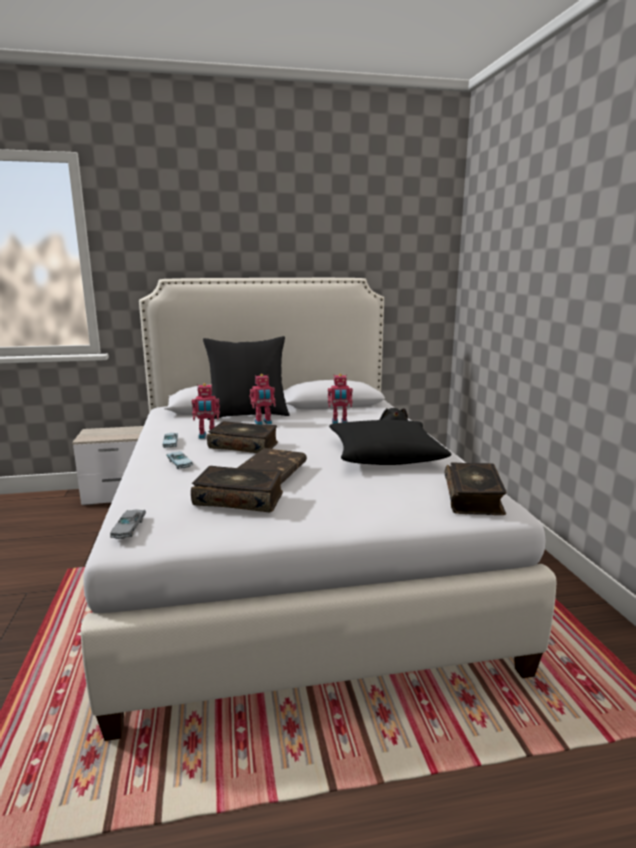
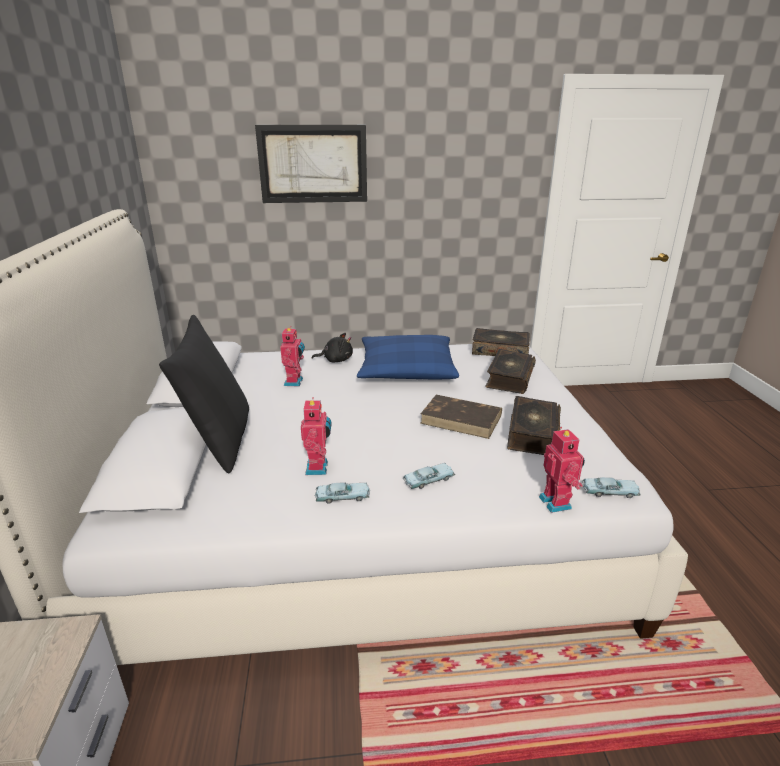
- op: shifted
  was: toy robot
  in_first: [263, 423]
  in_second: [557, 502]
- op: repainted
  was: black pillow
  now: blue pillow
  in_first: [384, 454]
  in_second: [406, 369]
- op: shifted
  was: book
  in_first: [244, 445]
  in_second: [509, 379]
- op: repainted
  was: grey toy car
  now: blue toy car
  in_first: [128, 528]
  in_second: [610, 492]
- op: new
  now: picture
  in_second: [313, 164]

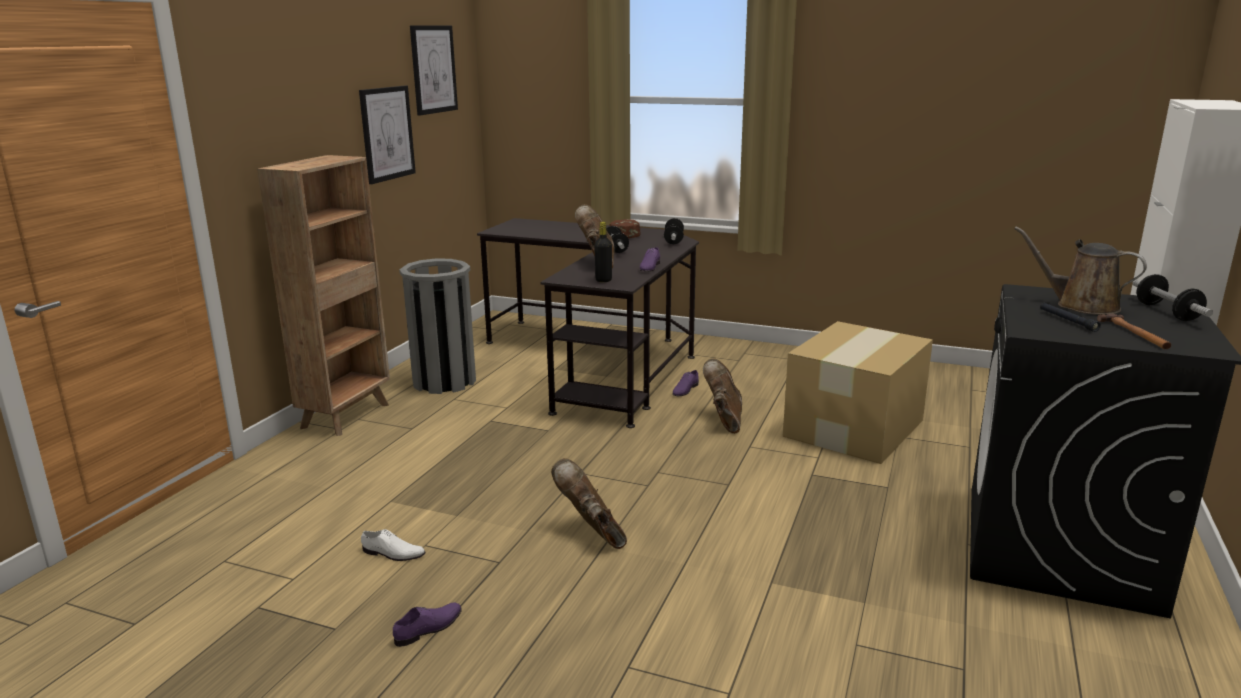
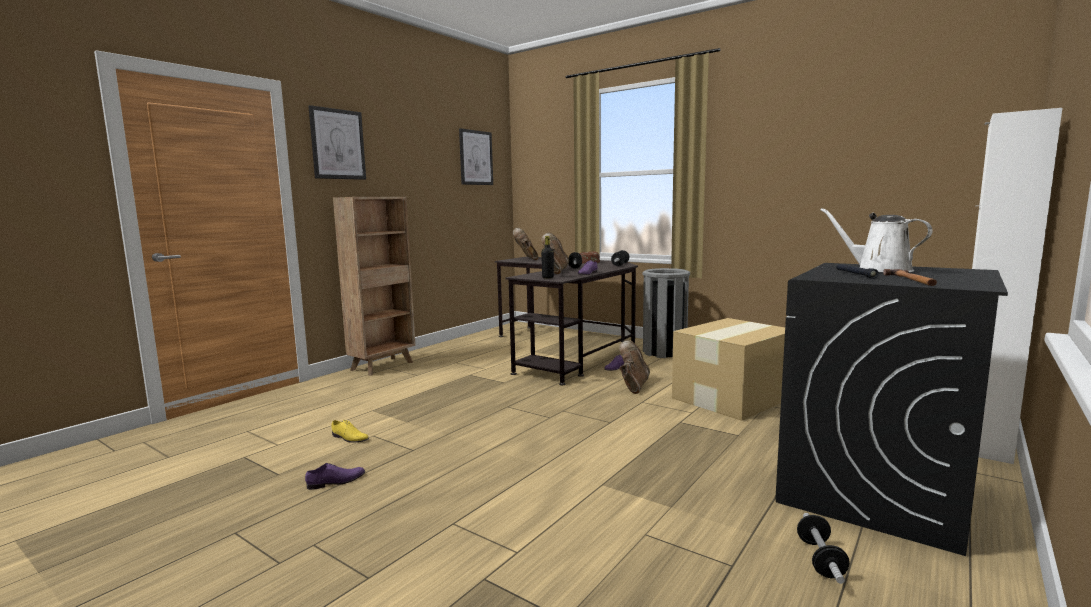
- op: shifted
  was: picture
  in_first: [387, 133]
  in_second: [337, 144]
- op: repainted
  was: brown watering can
  now: white watering can
  in_first: [1080, 306]
  in_second: [878, 270]
- op: shifted
  was: grey trash can
  in_first: [444, 381]
  in_second: [664, 352]
- op: shifted
  was: dumbbell
  in_first: [1167, 312]
  in_second: [820, 559]
- op: shifted
  was: brown boot
  in_first: [592, 532]
  in_second: [527, 258]
- op: repainted
  was: white shoe
  now: yellow shoe
  in_first: [393, 553]
  in_second: [349, 438]

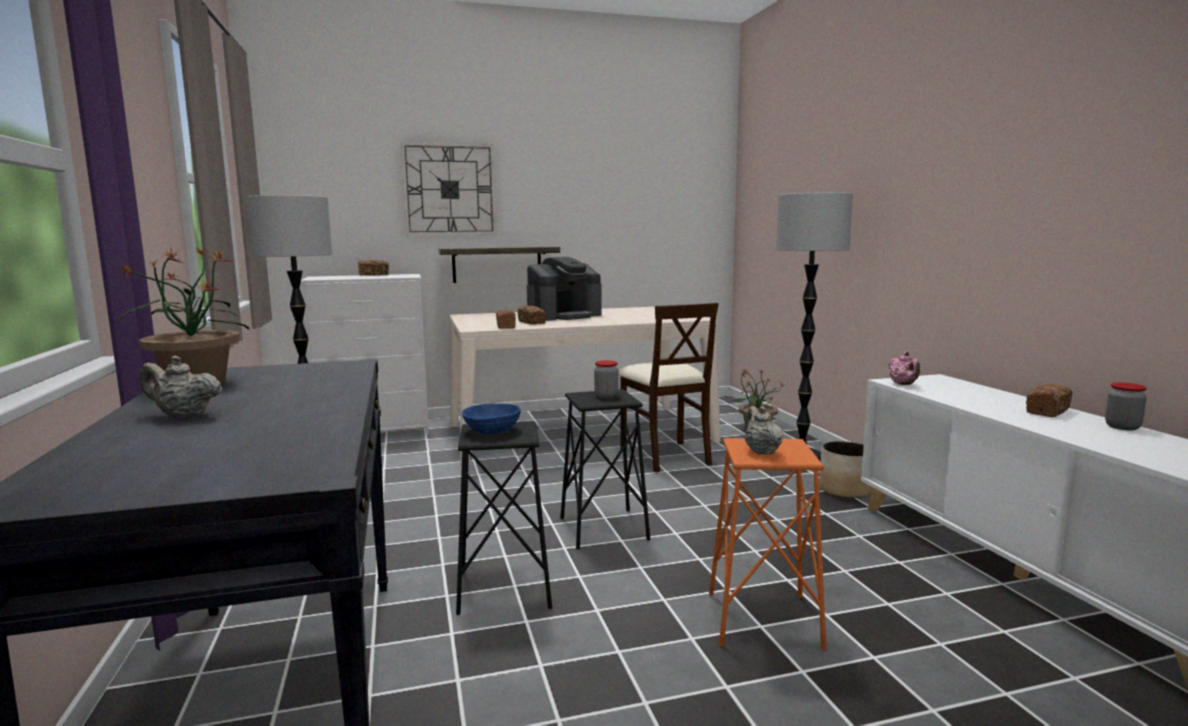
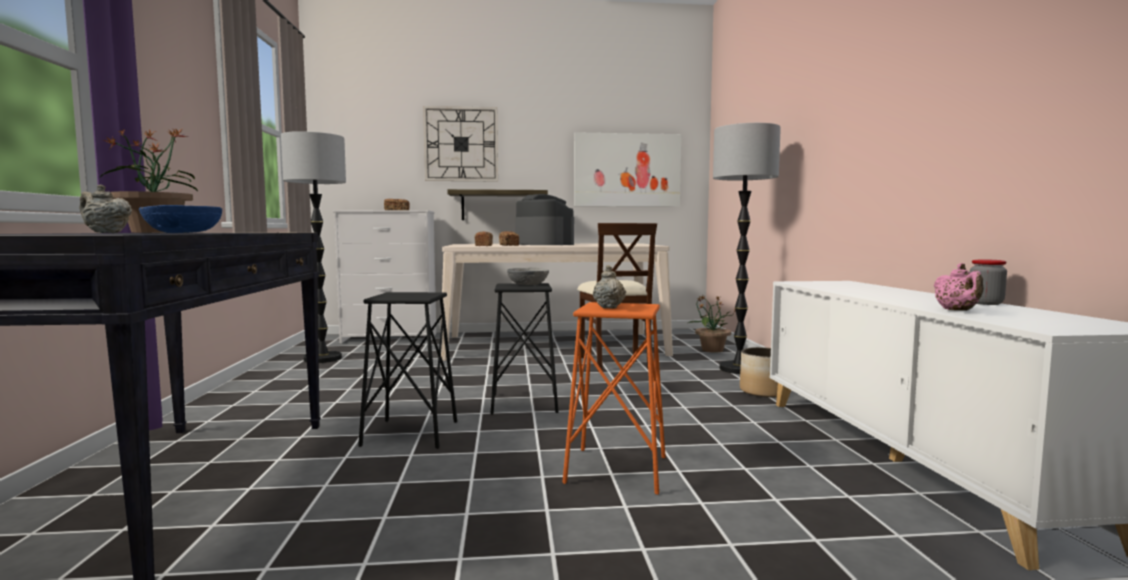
- op: rotated
  was: coffee machine
  in_first: [564, 316]
  in_second: [543, 244]
  clockwise: -105
- op: shifted
  was: pink teapot
  in_first: [903, 384]
  in_second: [957, 311]
- op: swapped
  was: jar
  now: grey bowl
  in_first: [606, 396]
  in_second: [527, 284]
- op: gone
  was: bread
  in_first: [1047, 411]
- op: shifted
  was: blue bowl
  in_first: [493, 431]
  in_second: [184, 233]
- op: new
  now: picture
  in_second: [627, 170]

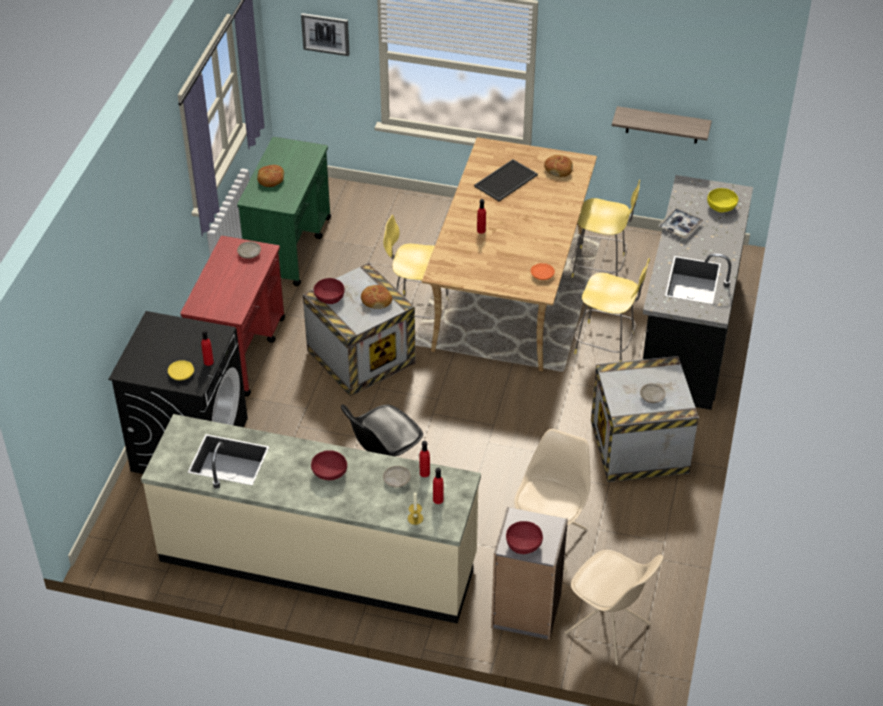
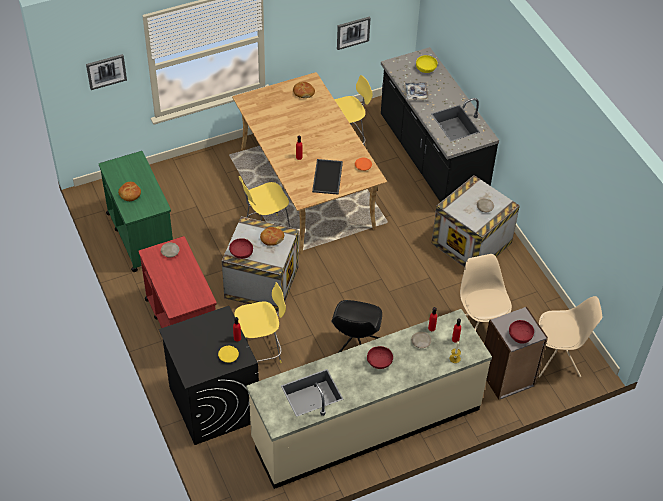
- op: swapped
  was: shelf
  now: picture
  in_first: [662, 125]
  in_second: [353, 32]
- op: shifted
  was: tray
  in_first: [506, 181]
  in_second: [328, 177]
- op: shifted
  was: yellow stool
  in_first: [606, 344]
  in_second: [259, 352]

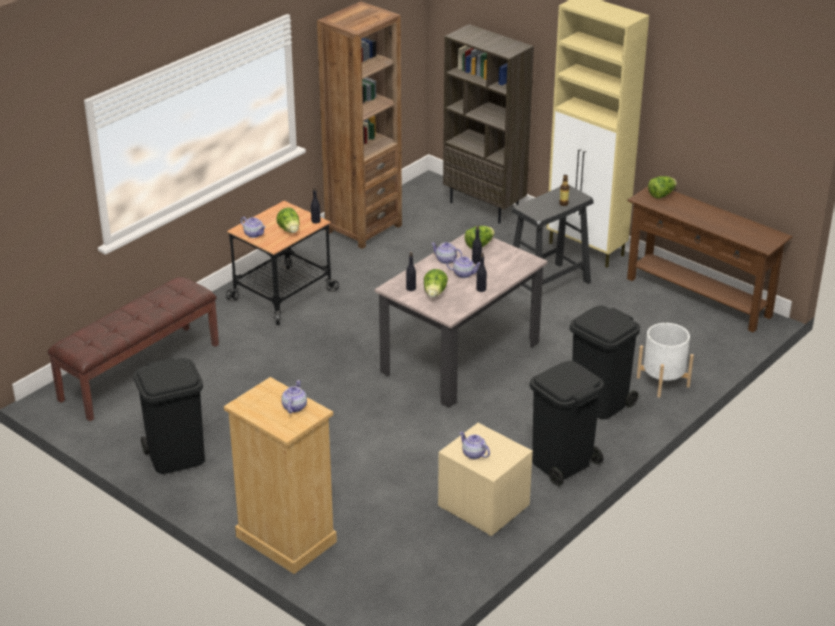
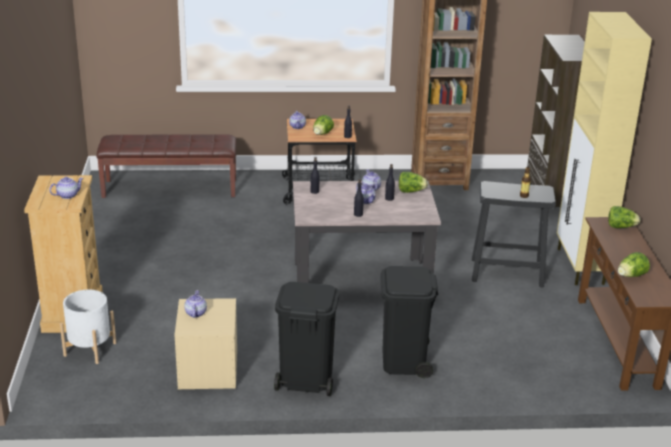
- op: shifted
  was: lettuce
  in_first: [434, 293]
  in_second: [631, 276]
- op: shifted
  was: white planter
  in_first: [663, 382]
  in_second: [90, 349]
- op: gone
  was: black trash can
  in_first: [177, 457]

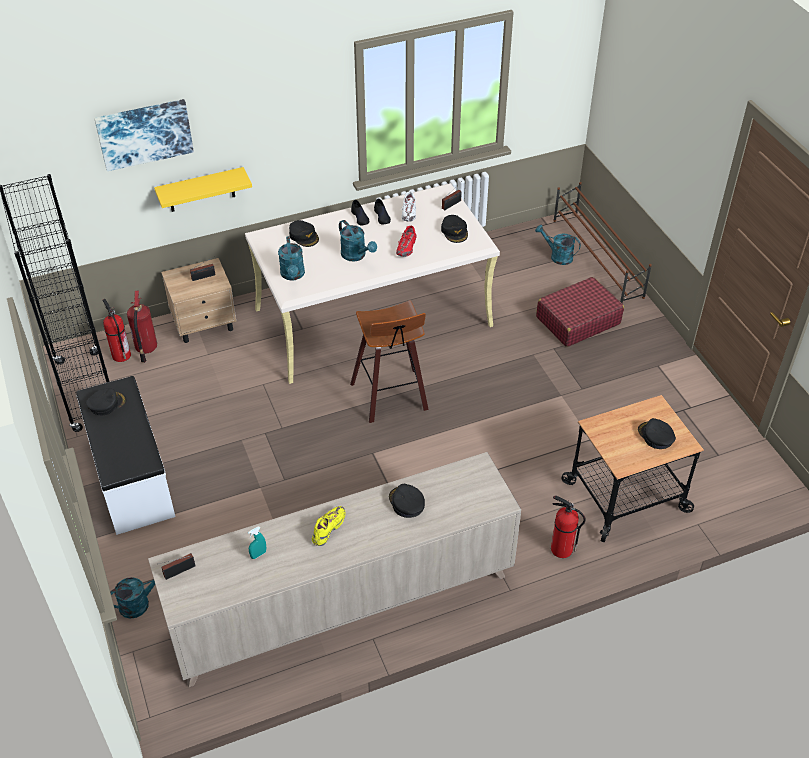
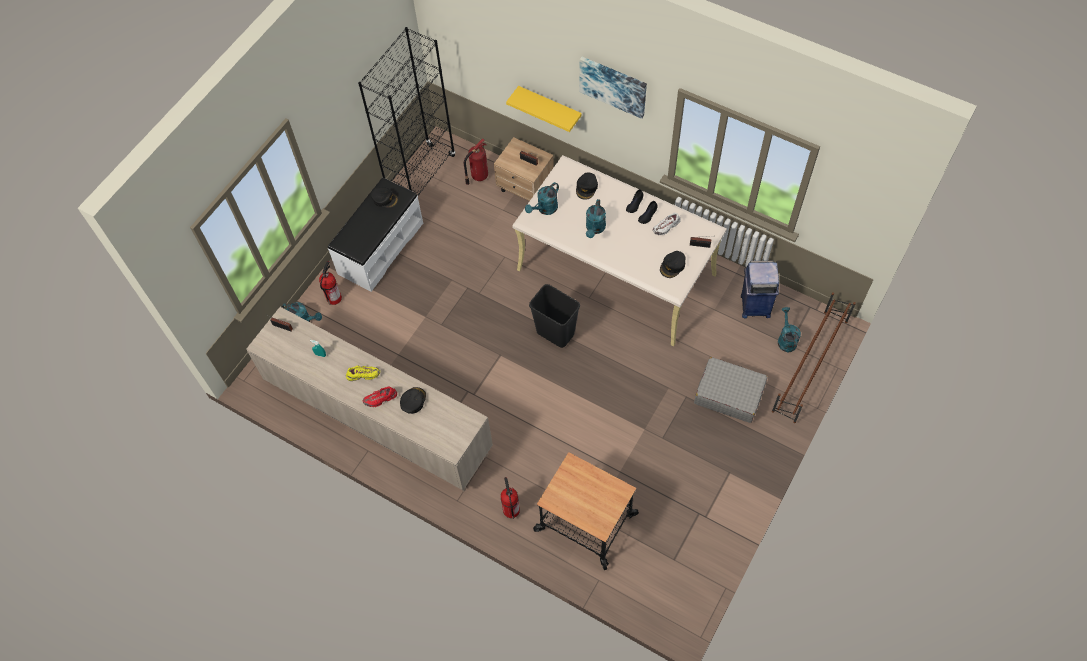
- op: shifted
  was: picture
  in_first: [144, 133]
  in_second: [613, 86]
- op: shifted
  was: red shoe
  in_first: [406, 247]
  in_second: [381, 399]
- op: repainted
  was: red suitcase
  now: grey suitcase
  in_first: [577, 320]
  in_second: [728, 394]
- op: shifted
  was: fire extinguisher
  in_first: [121, 355]
  in_second: [334, 297]
- op: swapped
  was: stool
  now: black trash can
  in_first: [392, 398]
  in_second: [554, 333]
- op: gone
  was: black cap
  in_first: [655, 436]
- op: new
  now: blue trash can
  in_second: [754, 306]

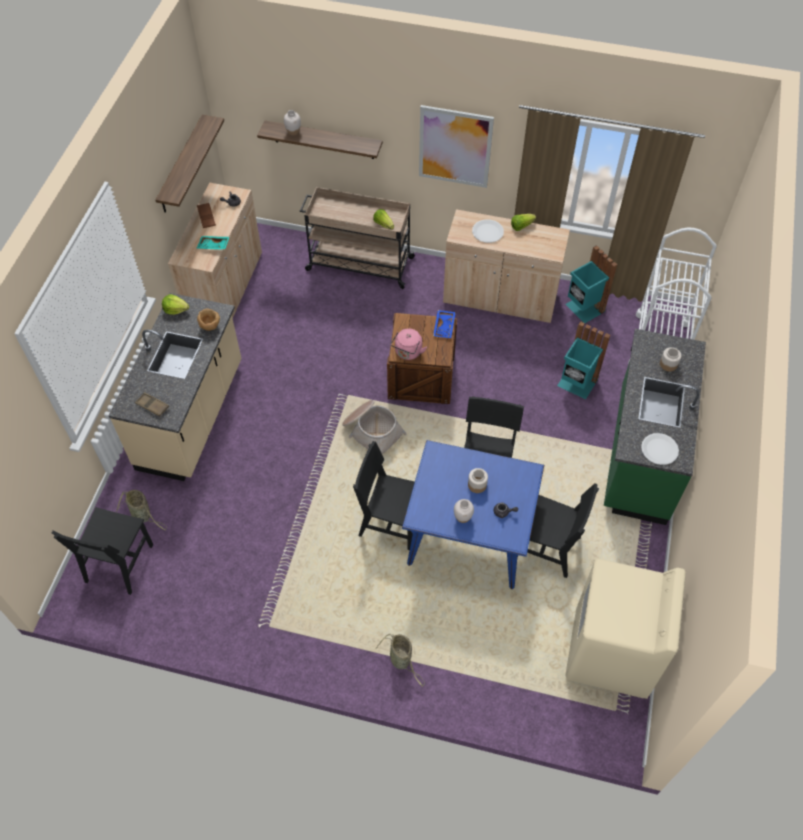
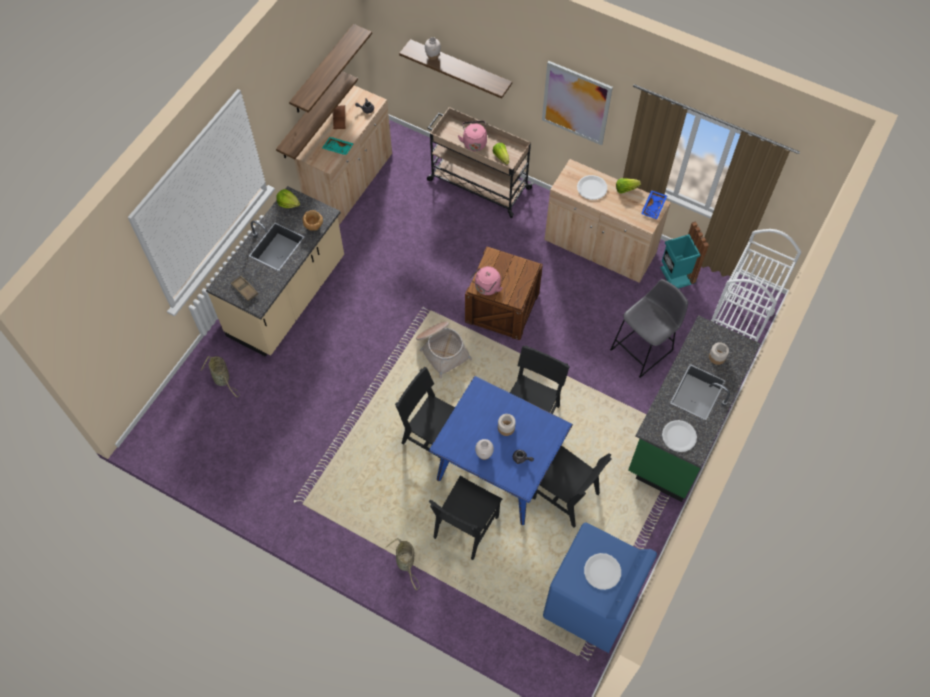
- op: shifted
  was: blue tray
  in_first: [444, 327]
  in_second: [654, 207]
- op: swapped
  was: turquoise trash can
  now: grey stool
  in_first: [576, 384]
  in_second: [644, 348]
- op: shifted
  was: black chair
  in_first: [119, 563]
  in_second: [466, 527]
- op: repainted
  was: beige washing machine
  now: blue washing machine
  in_first: [610, 653]
  in_second: [590, 605]
- op: new
  now: shelf
  in_second: [309, 116]
- op: new
  now: pink kettle
  in_second: [474, 142]
- op: new
  now: white plate
  in_second: [602, 571]

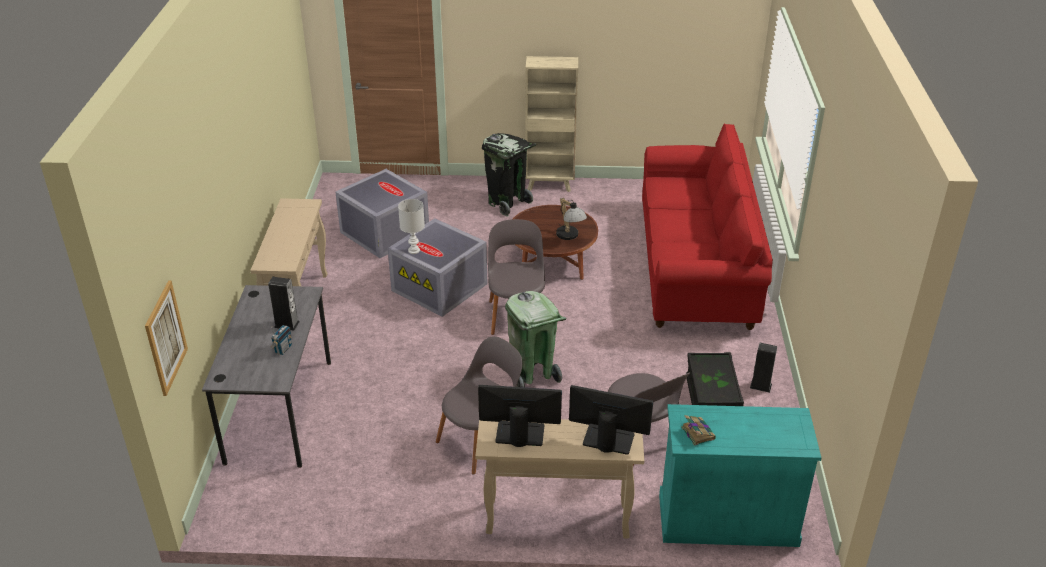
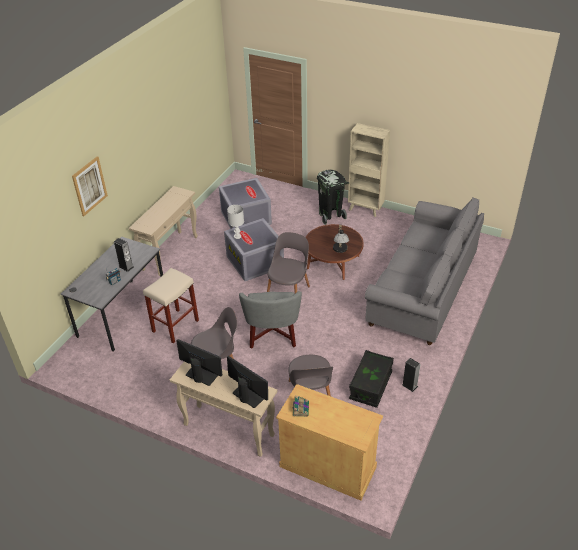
- op: repainted
  was: red sofa
  now: grey sofa
  in_first: [695, 267]
  in_second: [422, 291]
- op: shifted
  was: picture
  in_first: [165, 338]
  in_second: [89, 186]
- op: swapped
  was: green trash can
  now: grey armchair
  in_first: [532, 375]
  in_second: [272, 334]
- op: repainted
  was: turquoise cabinet
  now: beige cabinet
  in_first: [727, 519]
  in_second: [328, 466]
- op: new
  now: beige stool
  in_second: [175, 326]

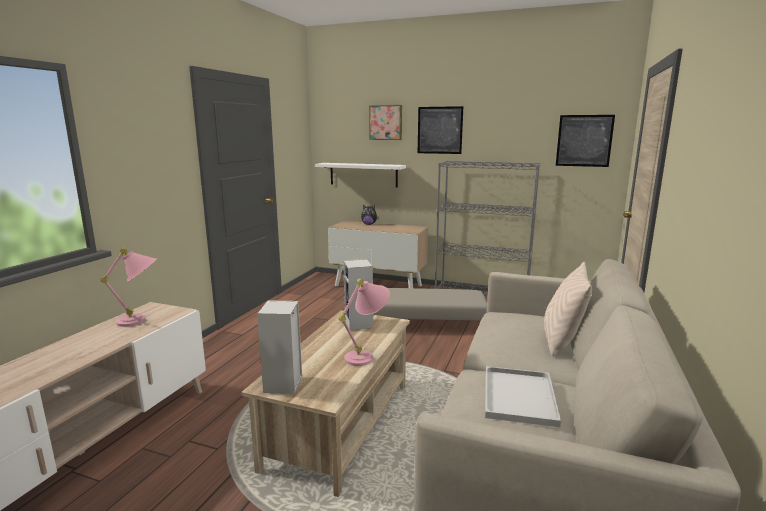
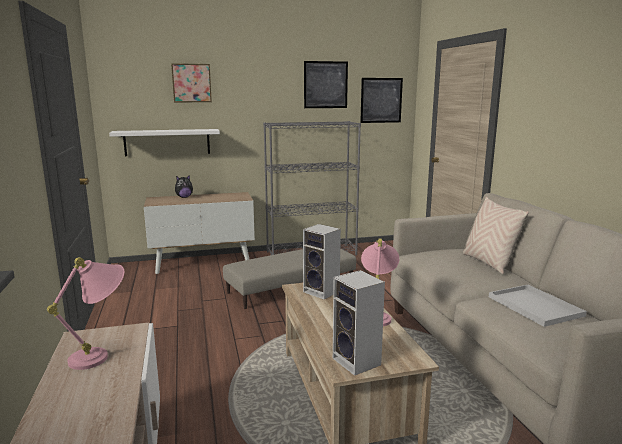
- op: shifted
  was: picture
  in_first: [440, 130]
  in_second: [325, 85]

